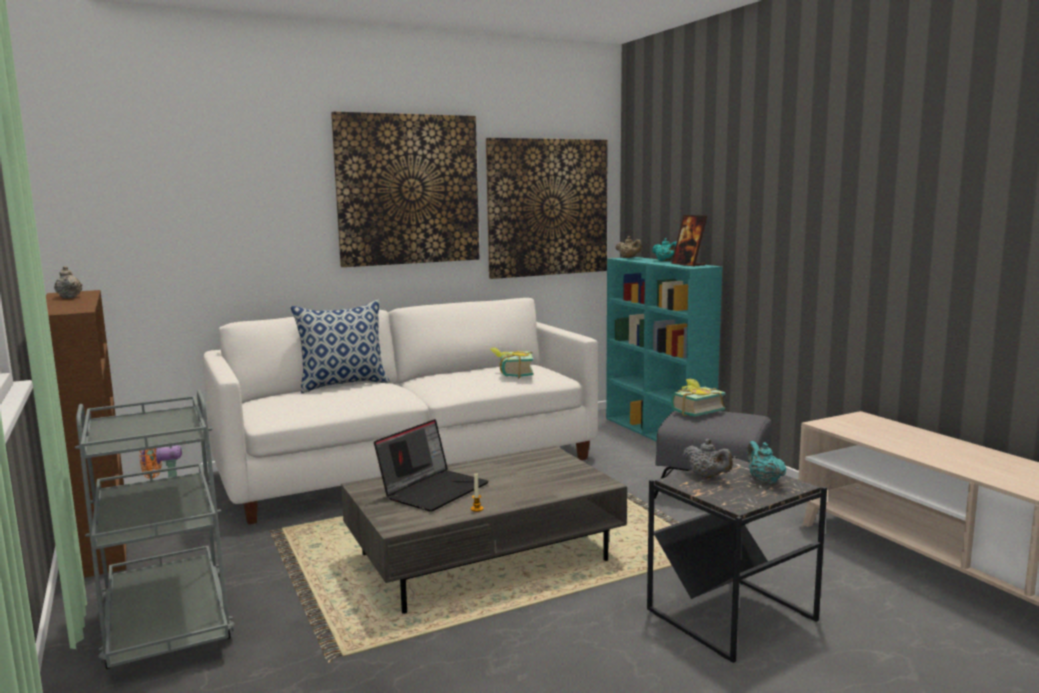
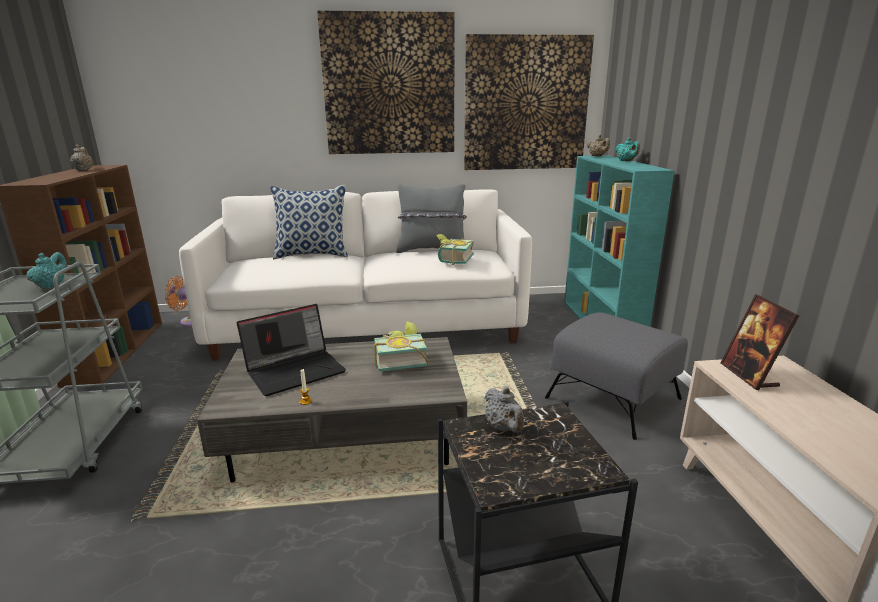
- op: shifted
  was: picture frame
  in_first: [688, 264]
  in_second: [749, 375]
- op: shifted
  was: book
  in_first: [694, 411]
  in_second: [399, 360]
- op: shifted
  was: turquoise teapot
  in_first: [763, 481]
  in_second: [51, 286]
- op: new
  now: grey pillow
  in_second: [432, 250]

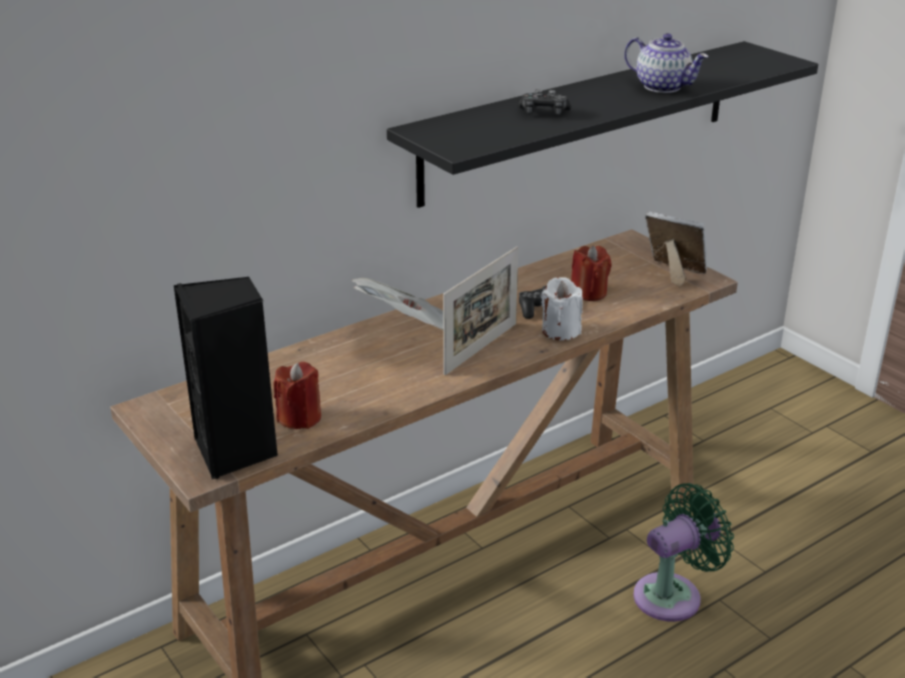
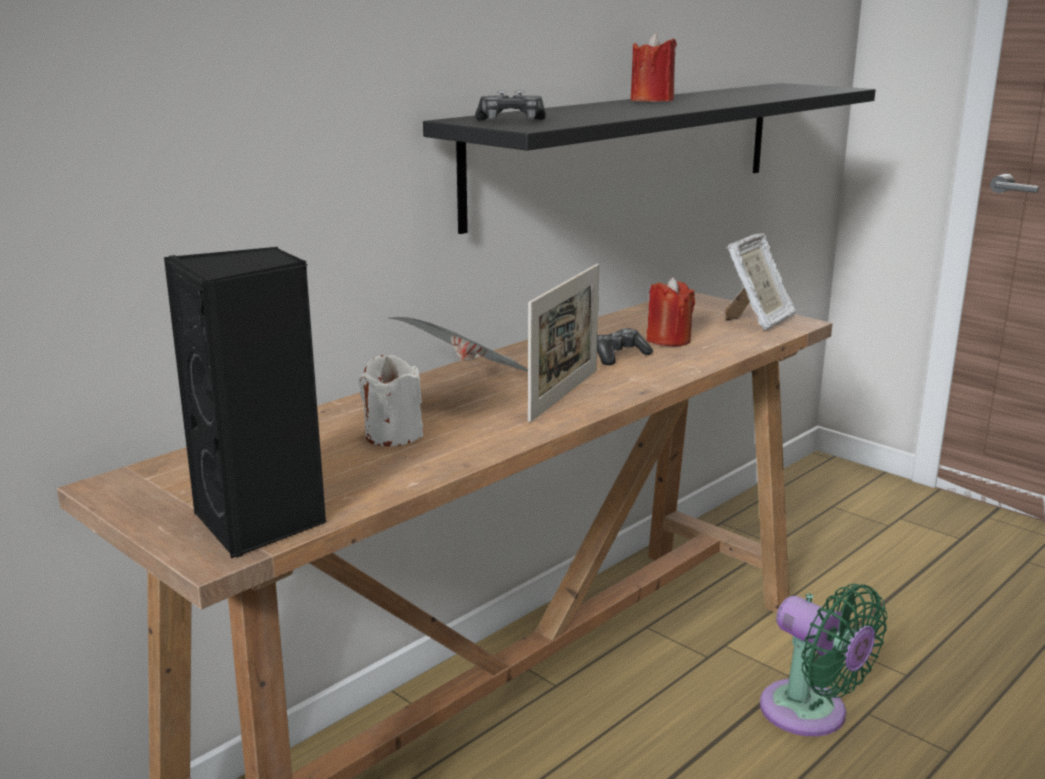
- op: gone
  was: teapot
  in_first: [663, 87]
- op: shifted
  was: game controller
  in_first: [544, 112]
  in_second: [511, 121]
- op: rotated
  was: picture frame
  in_first: [675, 275]
  in_second: [758, 321]
  clockwise: 105
- op: shifted
  was: white candle
  in_first: [560, 331]
  in_second: [393, 435]
- op: shifted
  was: red candle
  in_first: [299, 417]
  in_second: [652, 101]
- op: rotated
  was: green fan
  in_first: [673, 595]
  in_second: [811, 714]
  clockwise: 90

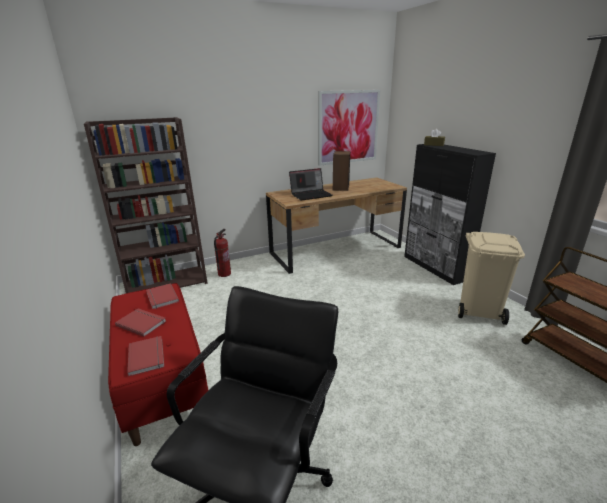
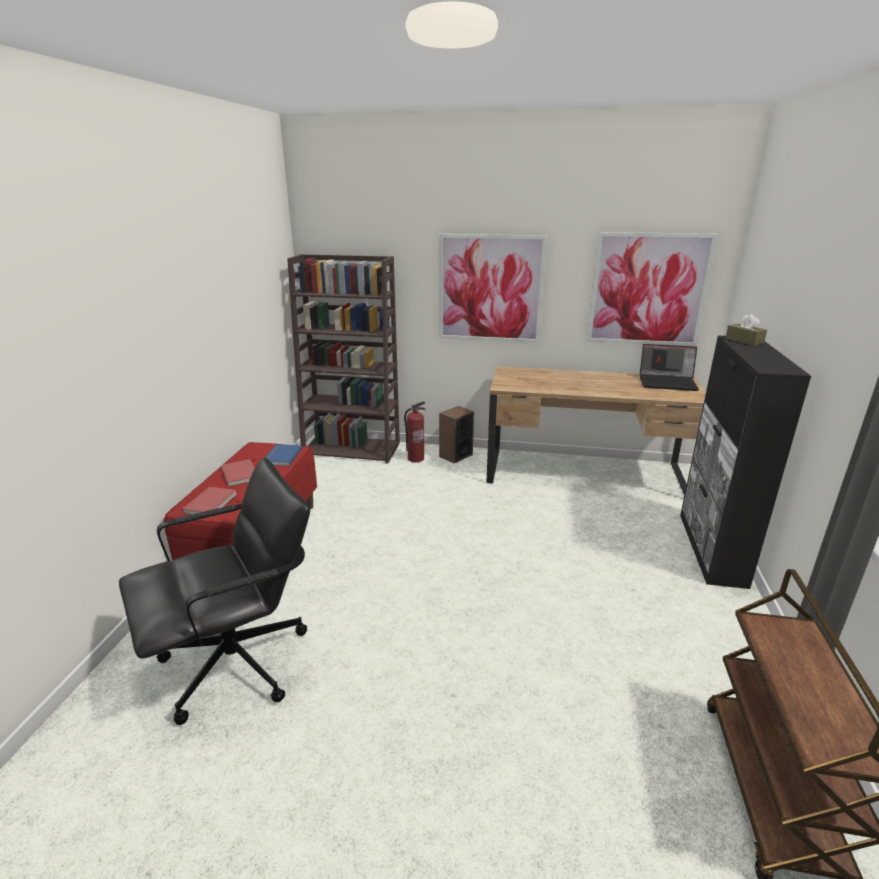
- op: shifted
  was: speaker
  in_first: [340, 188]
  in_second: [455, 455]
- op: shifted
  was: laptop
  in_first: [311, 195]
  in_second: [668, 383]
- op: gone
  was: beige trash can
  in_first: [480, 311]
- op: repainted
  was: red book
  now: blue book
  in_first: [161, 297]
  in_second: [281, 456]
- op: new
  now: picture
  in_second: [490, 289]

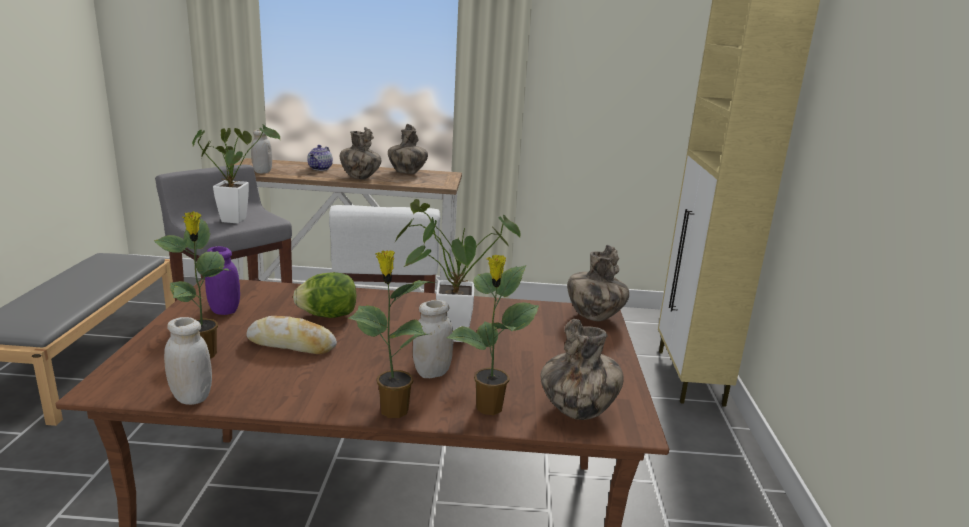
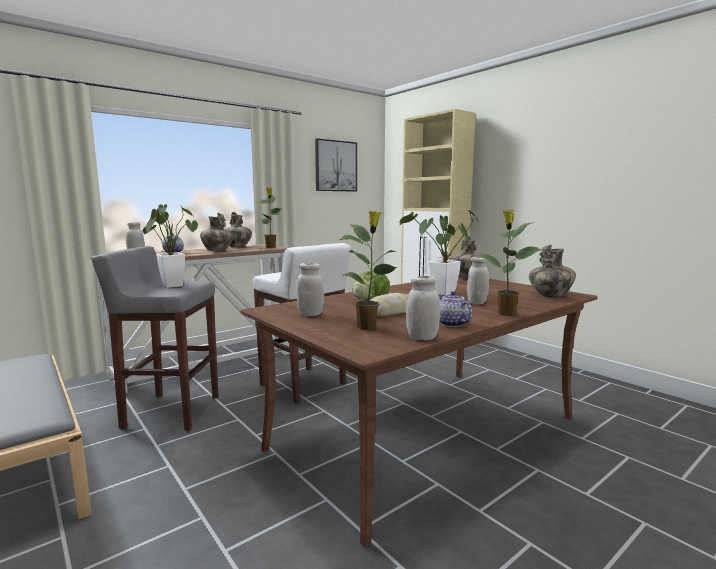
- op: repainted
  was: purple jar
  now: white jar
  in_first: [224, 310]
  in_second: [310, 314]
- op: shifted
  was: potted plant
  in_first: [489, 408]
  in_second: [271, 247]
- op: new
  now: picture
  in_second: [336, 166]
- op: new
  now: teapot
  in_second: [451, 324]

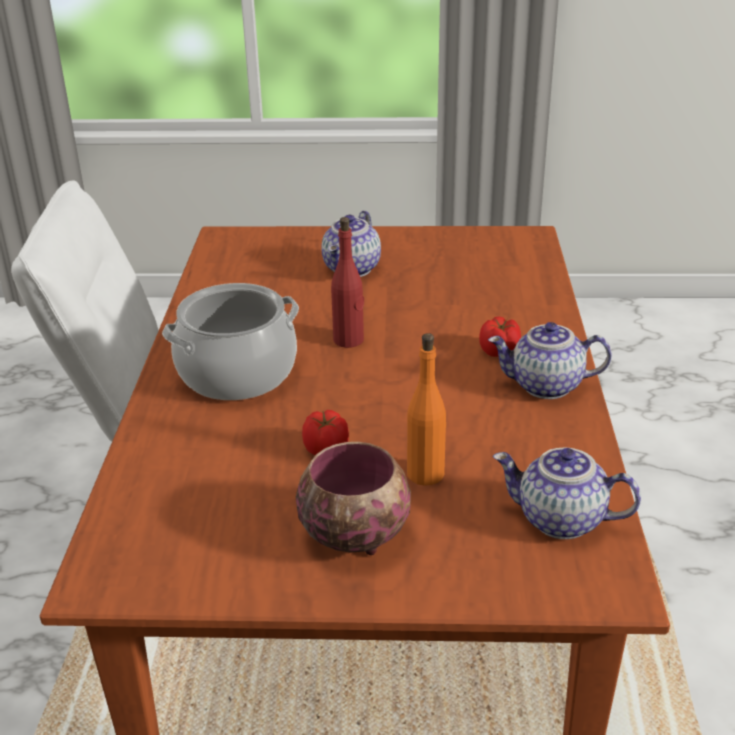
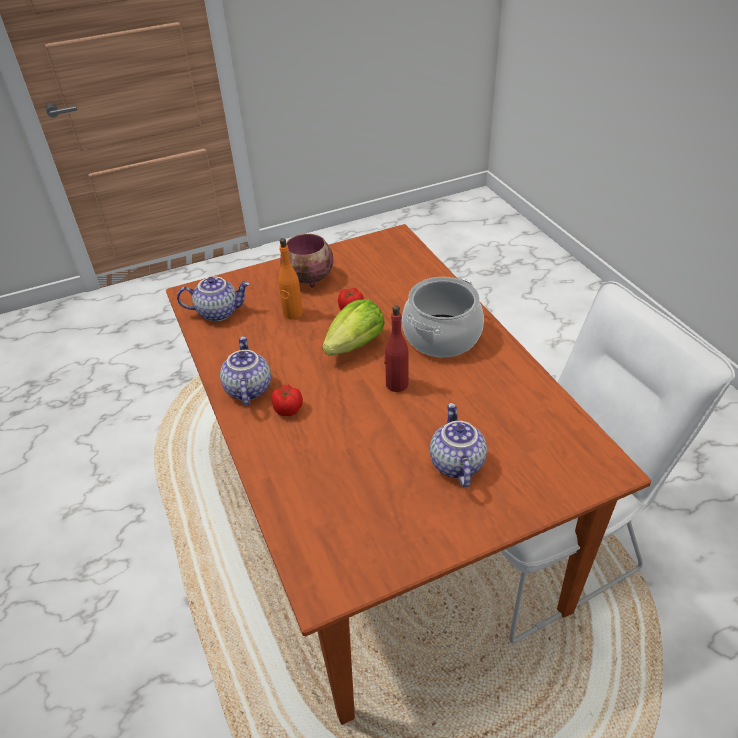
- op: rotated
  was: teapot
  in_first: [545, 387]
  in_second: [247, 389]
  clockwise: -75
- op: new
  now: lettuce
  in_second: [356, 345]

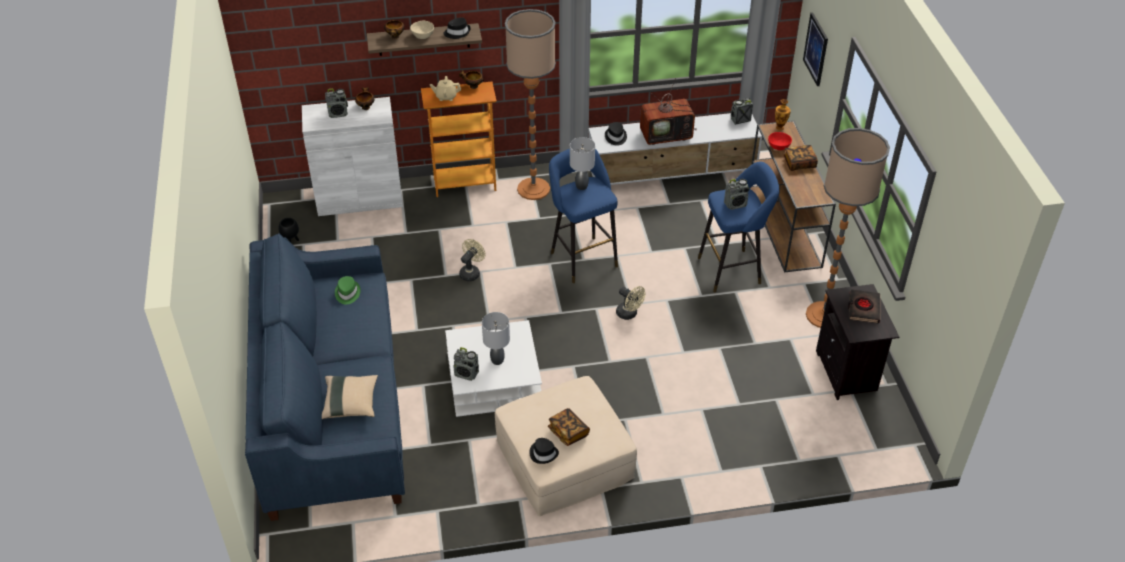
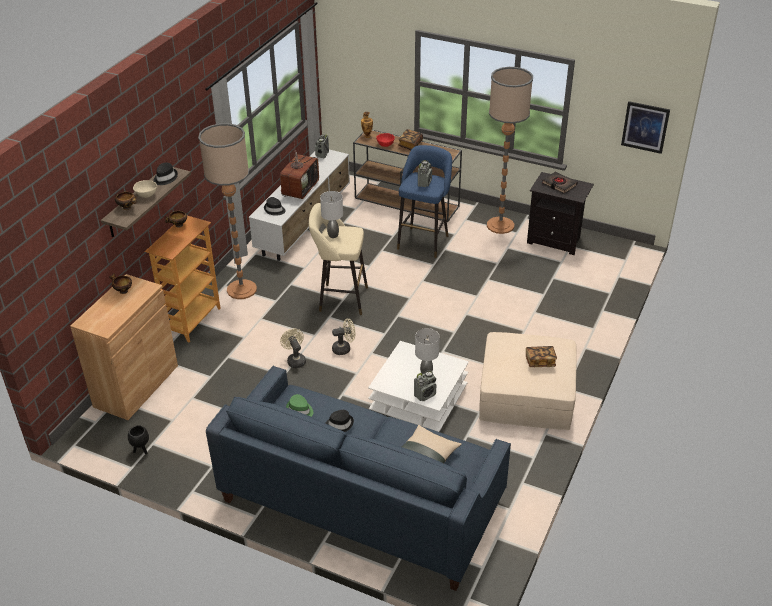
- op: shifted
  was: picture
  in_first: [816, 49]
  in_second: [645, 127]
- op: gone
  was: beige teapot
  in_first: [446, 97]
- op: gone
  was: radio
  in_first: [338, 114]
- op: repainted
  was: white cabinet
  now: brown cabinet
  in_first: [359, 198]
  in_second: [136, 386]
- op: repainted
  was: blue stool
  now: beige stool
  in_first: [582, 257]
  in_second: [340, 299]
- op: shifted
  was: beige fan
  in_first: [629, 314]
  in_second: [344, 348]
- op: shifted
  was: black hat
  in_first: [543, 453]
  in_second: [339, 424]

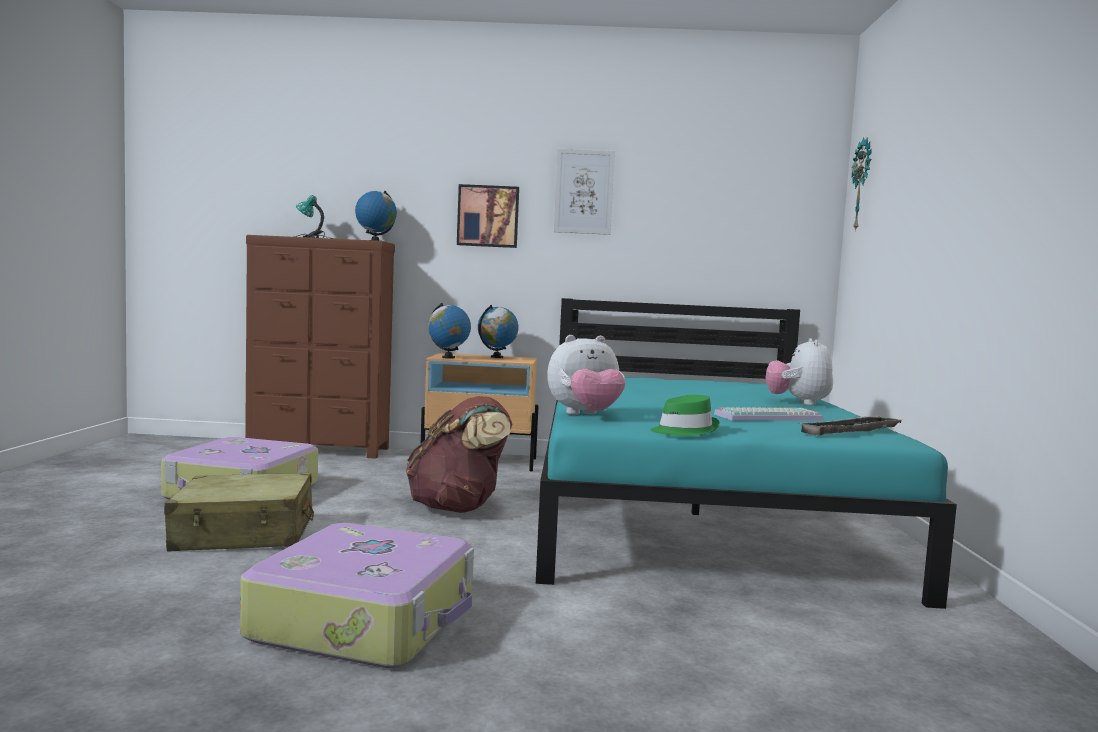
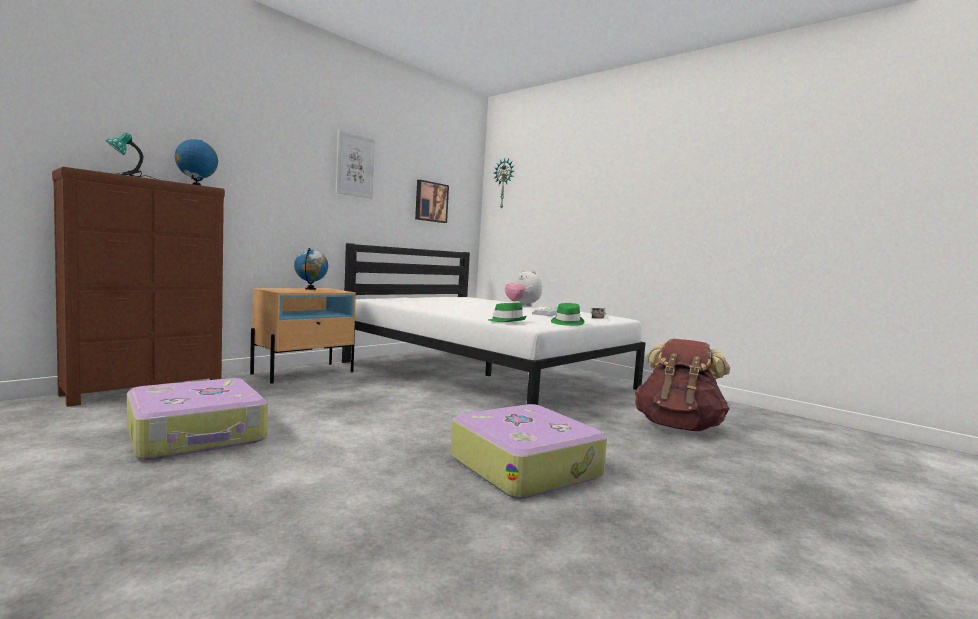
- op: shifted
  was: picture
  in_first: [488, 216]
  in_second: [430, 202]
- op: repainted
  was: turquoise bed
  now: white bed
  in_first: [695, 512]
  in_second: [486, 375]
- op: gone
  was: globe
  in_first: [448, 357]
- op: swapped
  was: plush toy
  now: green hat
  in_first: [585, 415]
  in_second: [507, 321]
- op: shifted
  was: brown backpack
  in_first: [458, 507]
  in_second: [678, 427]
- op: gone
  was: beige suitcase
  in_first: [244, 534]

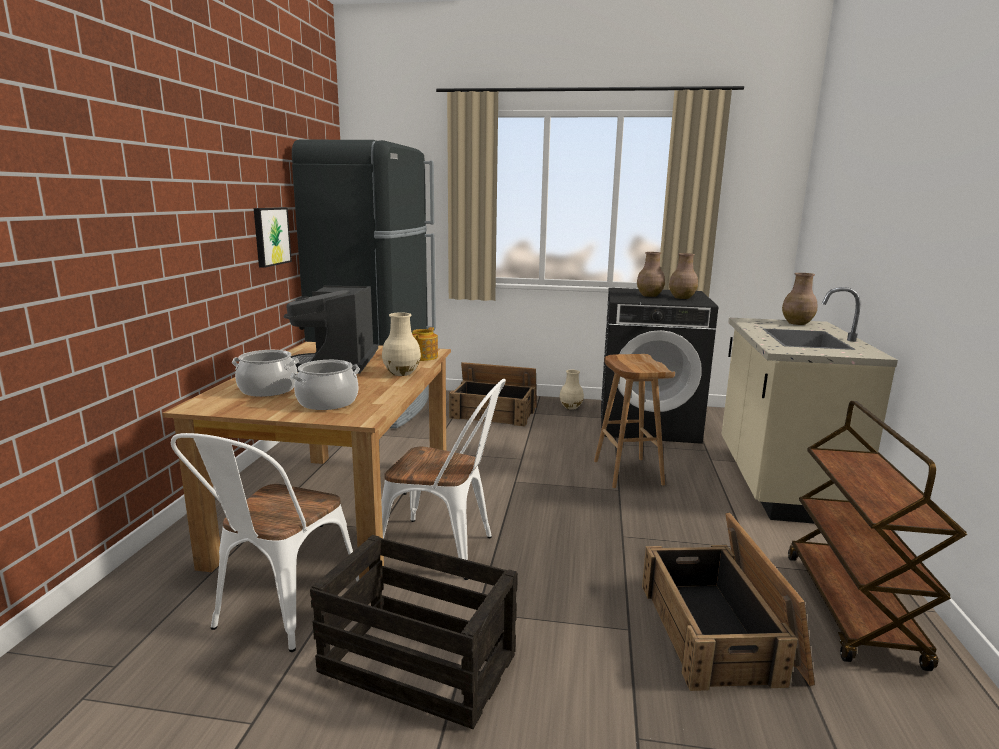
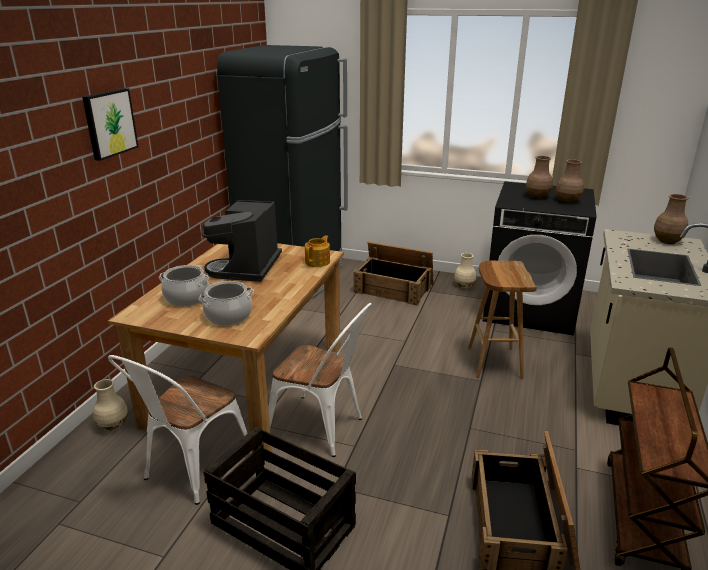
- op: shifted
  was: picture
  in_first: [270, 236]
  in_second: [109, 123]
- op: shifted
  was: beige vase
  in_first: [402, 373]
  in_second: [113, 425]

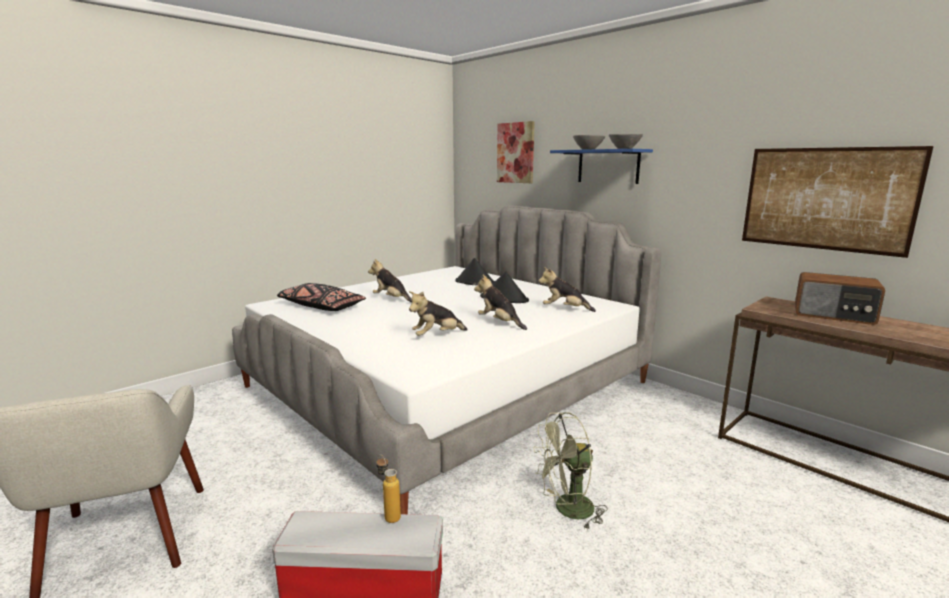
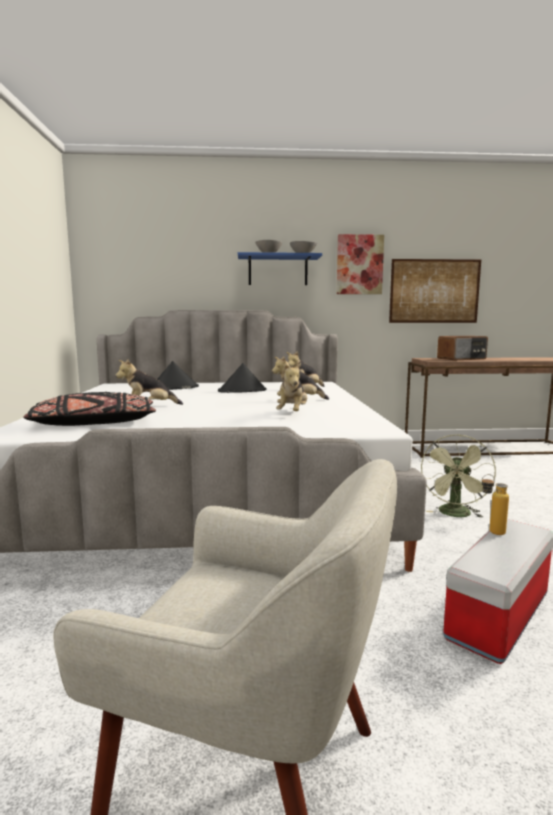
- op: shifted
  was: picture
  in_first: [515, 153]
  in_second: [359, 264]

